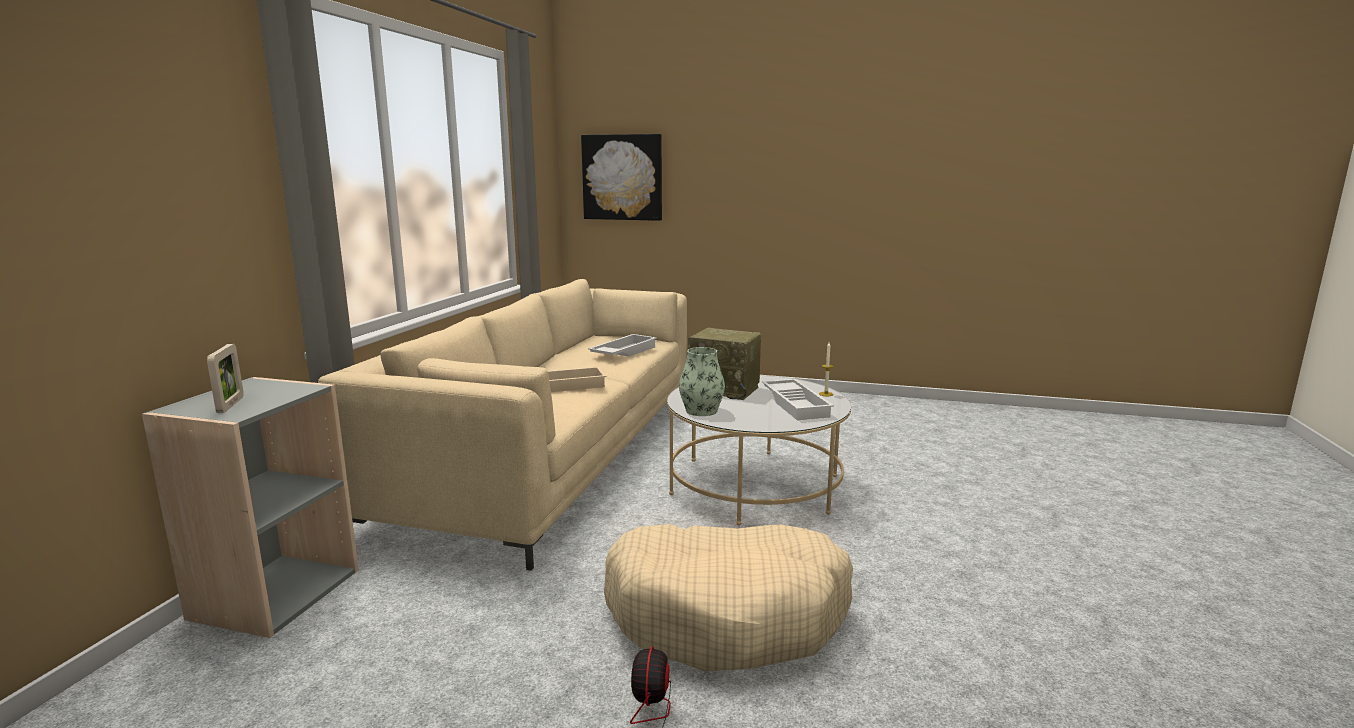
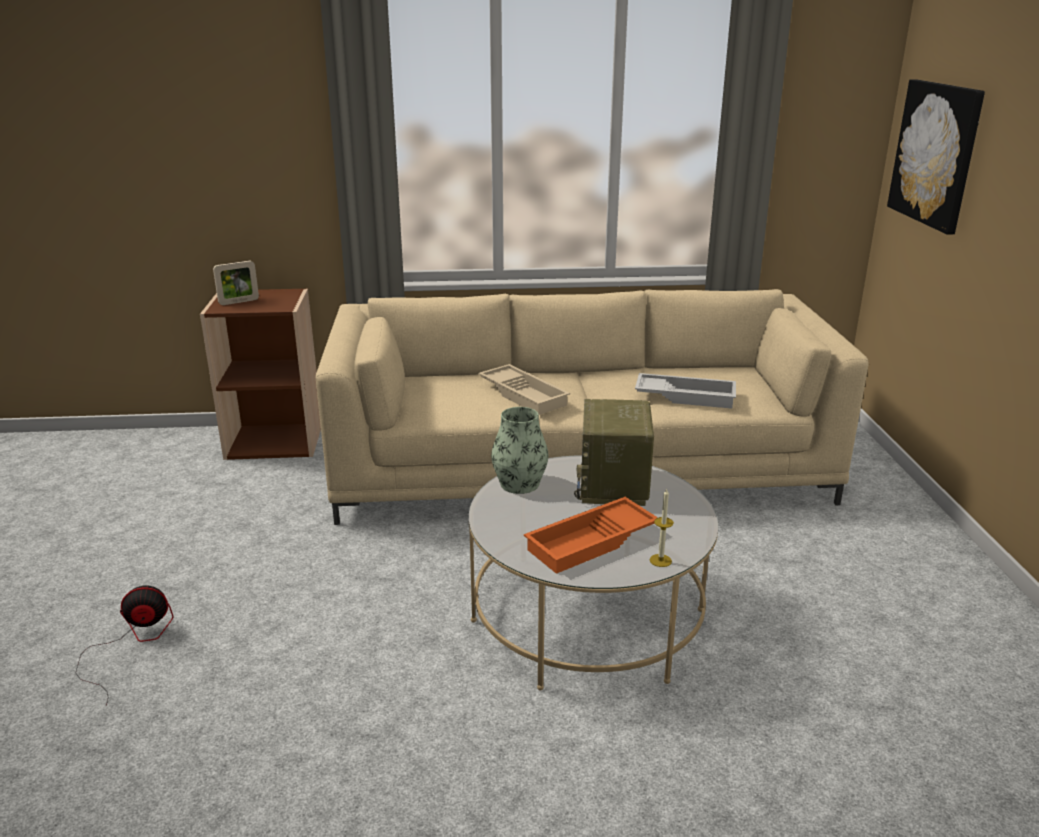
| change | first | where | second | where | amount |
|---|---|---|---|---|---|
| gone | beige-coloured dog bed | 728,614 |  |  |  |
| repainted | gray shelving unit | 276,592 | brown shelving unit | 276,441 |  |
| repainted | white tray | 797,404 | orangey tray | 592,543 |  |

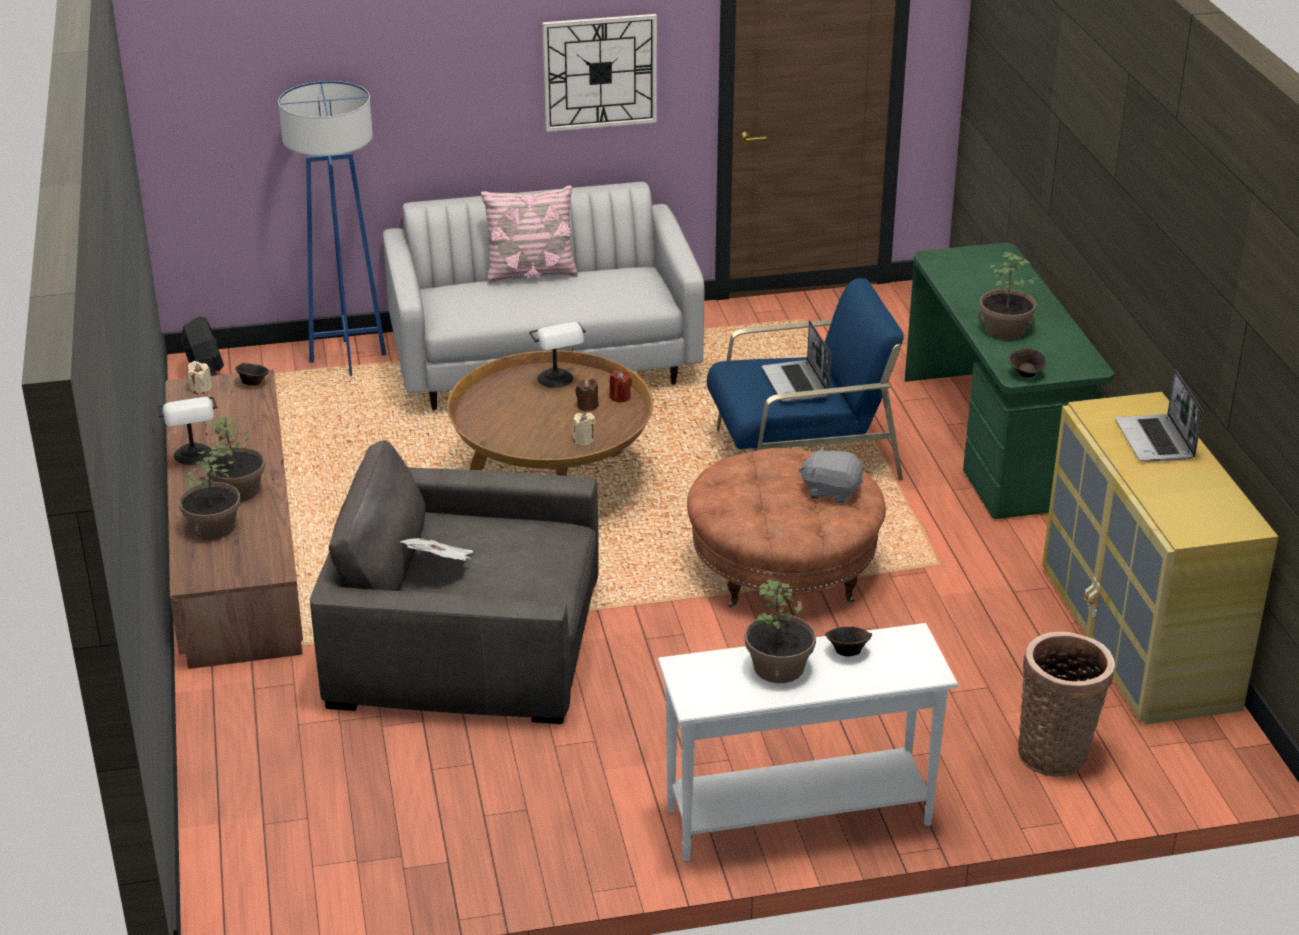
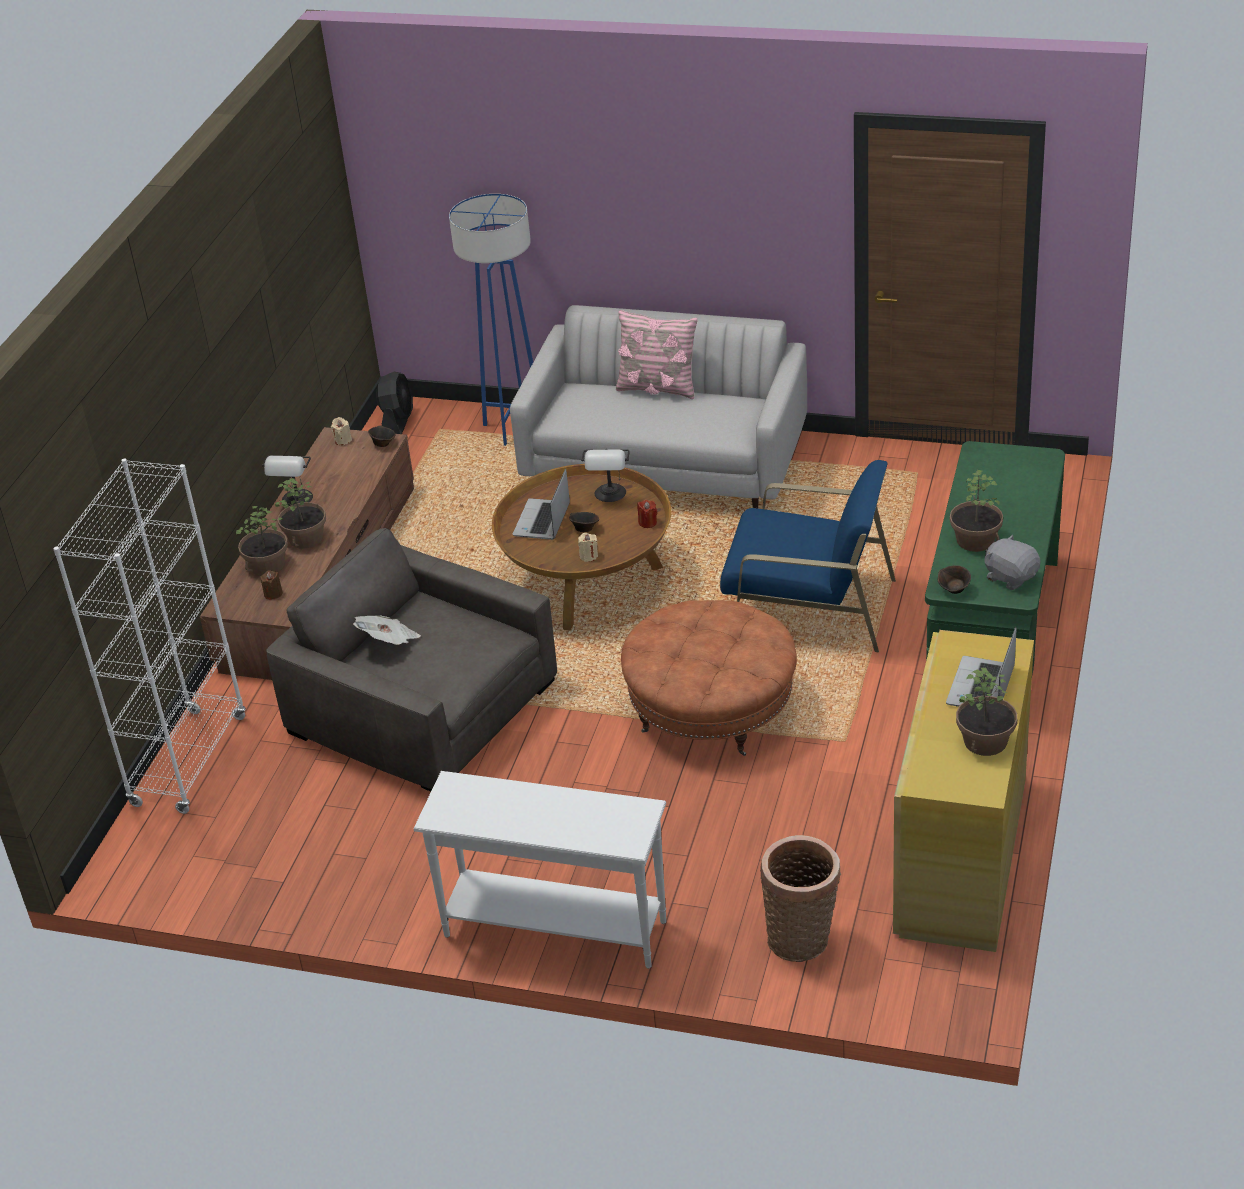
| change | first | where | second | where | amount |
|---|---|---|---|---|---|
| gone | clock on the wall | 600,72 |  |  |  |
| new |  |  | white shelving unit | 189,761 |  |
| shifted | brown wax candle | 587,406 |  | 273,594 |  |
| shifted | houseplant | 779,667 |  | 986,741 |  |
| shifted | laptop | 796,383 |  | 542,521 |  |
| shifted | gray soft toy | 831,491 |  | 1011,577 |  |
| shifted | brown deep dish | 847,651 |  | 584,529 |  |

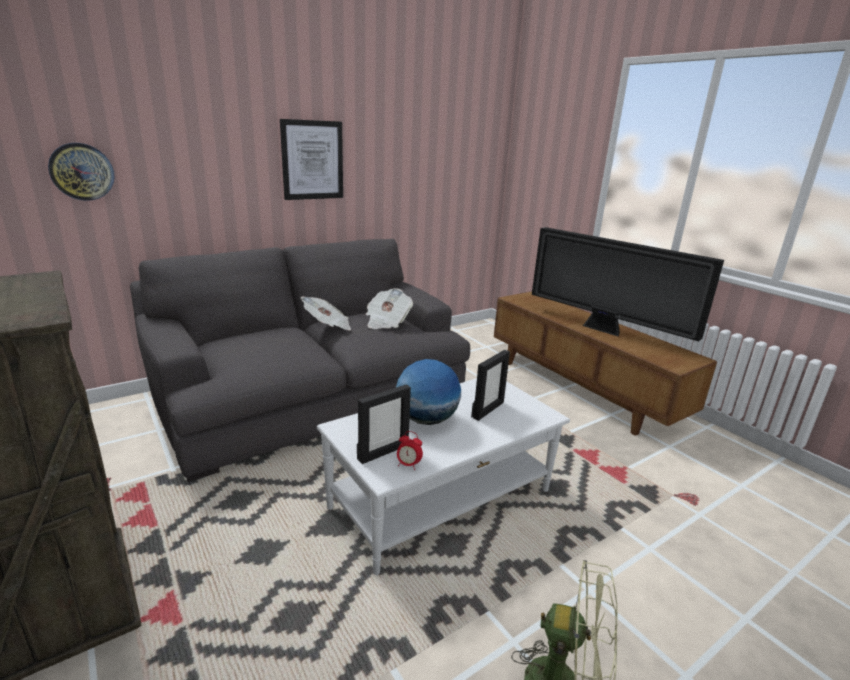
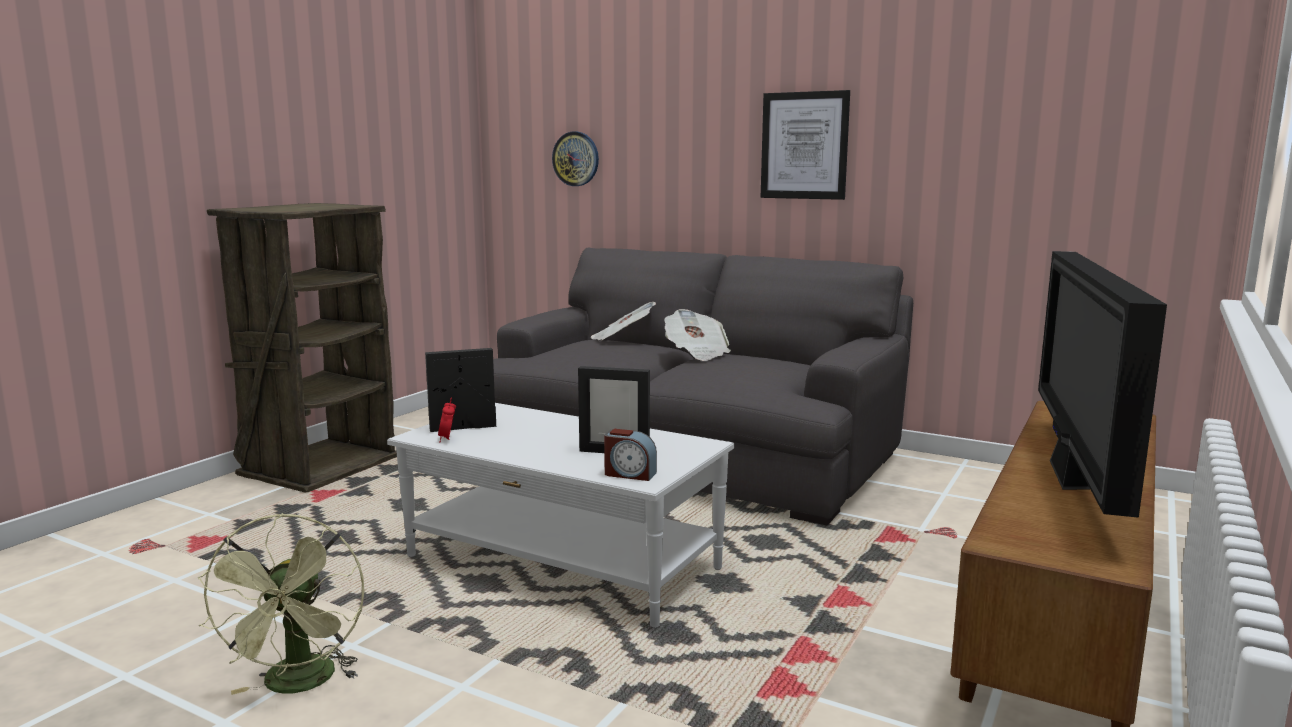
| change | first | where | second | where | amount |
|---|---|---|---|---|---|
| gone | desk globe | 426,420 |  |  |  |
| new |  |  | table clock | 629,474 |  |
| shifted | daily paper | 387,322 |  | 622,339 |  |
| rotated | standing frame | 383,452 |  | 463,428 | 135 degrees clockwise |

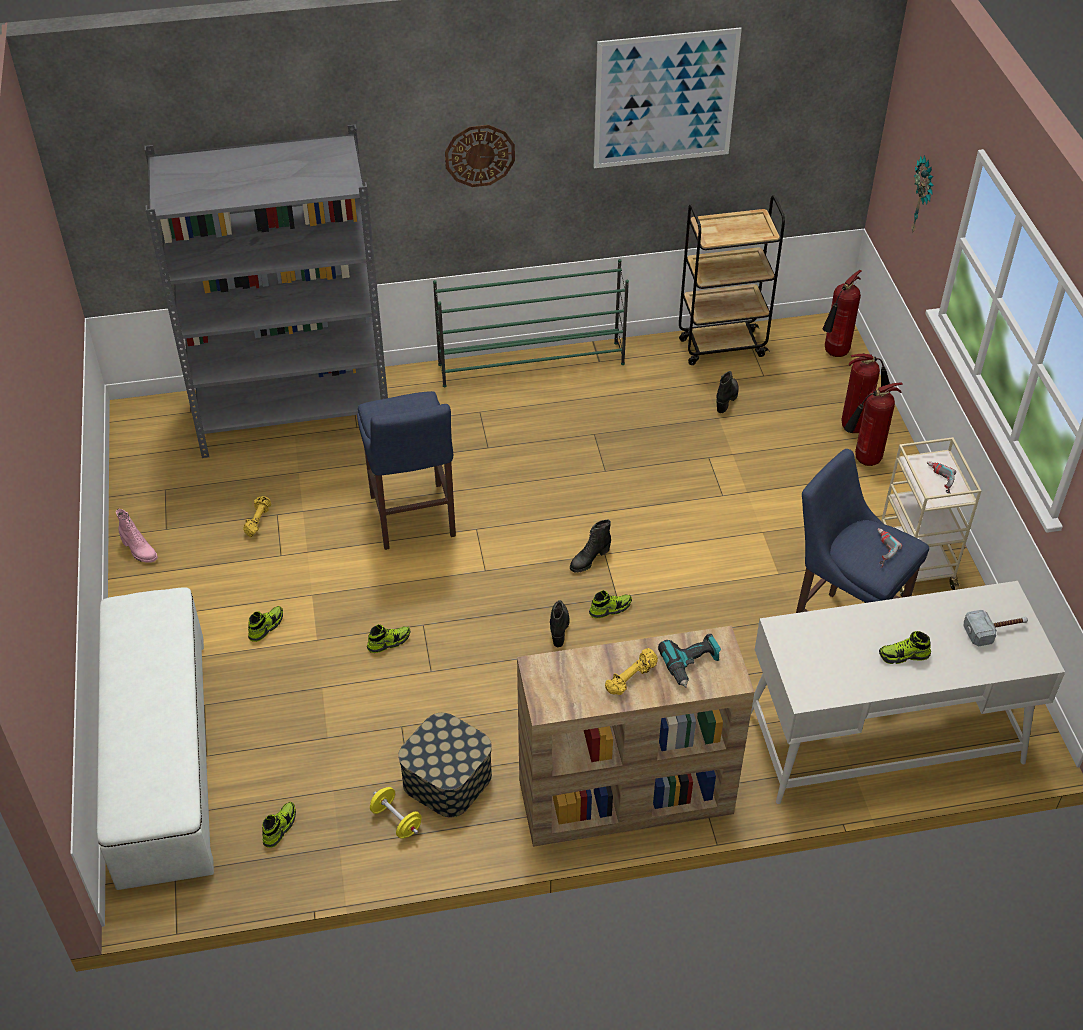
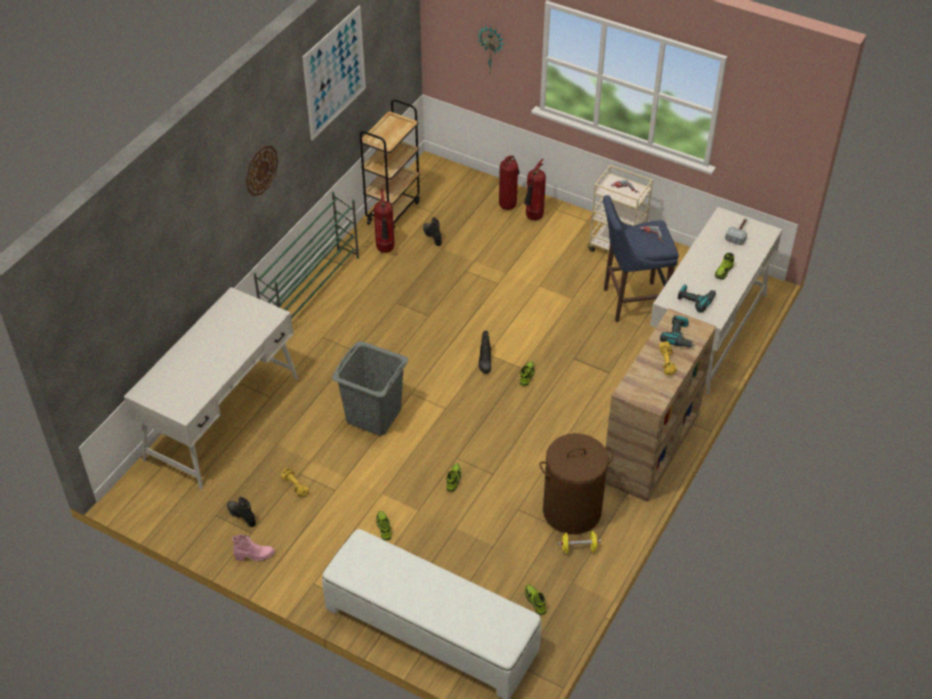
| change | first | where | second | where | amount |
|---|---|---|---|---|---|
| new |  |  | power drill | 696,300 |  |
| shifted | black-coloured boot | 559,627 |  | 242,515 |  |
| shifted | fire-fighting cylinder | 834,354 |  | 386,250 |  |
| swapped | gray shelving unit | 294,412 | white desk | 223,418 |  |
| swapped | blue-coloured stool seat | 413,519 | gray laundry basket | 374,416 |  |
| swapped | storage bin | 447,779 | brown laundry basket | 572,510 |  |

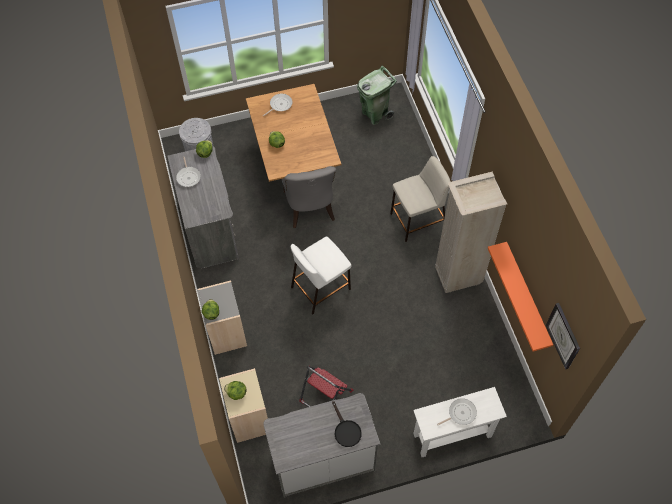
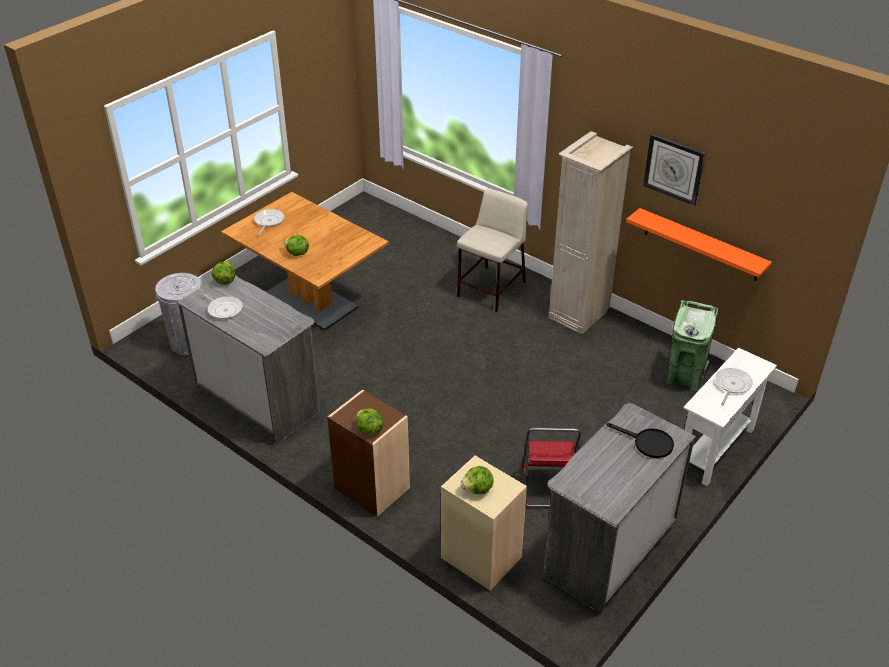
| change | first | where | second | where | amount |
|---|---|---|---|---|---|
| gone | gray plain chair | 309,206 |  |  |  |
| gone | white stool seat | 321,287 |  |  |  |
| shifted | green waste bin | 375,114 |  | 684,377 |  |
| shifted | clock on the wall | 563,336 |  | 674,169 |  |
| repainted | gray shelving unit | 226,332 | brown shelving unit | 371,488 |  |

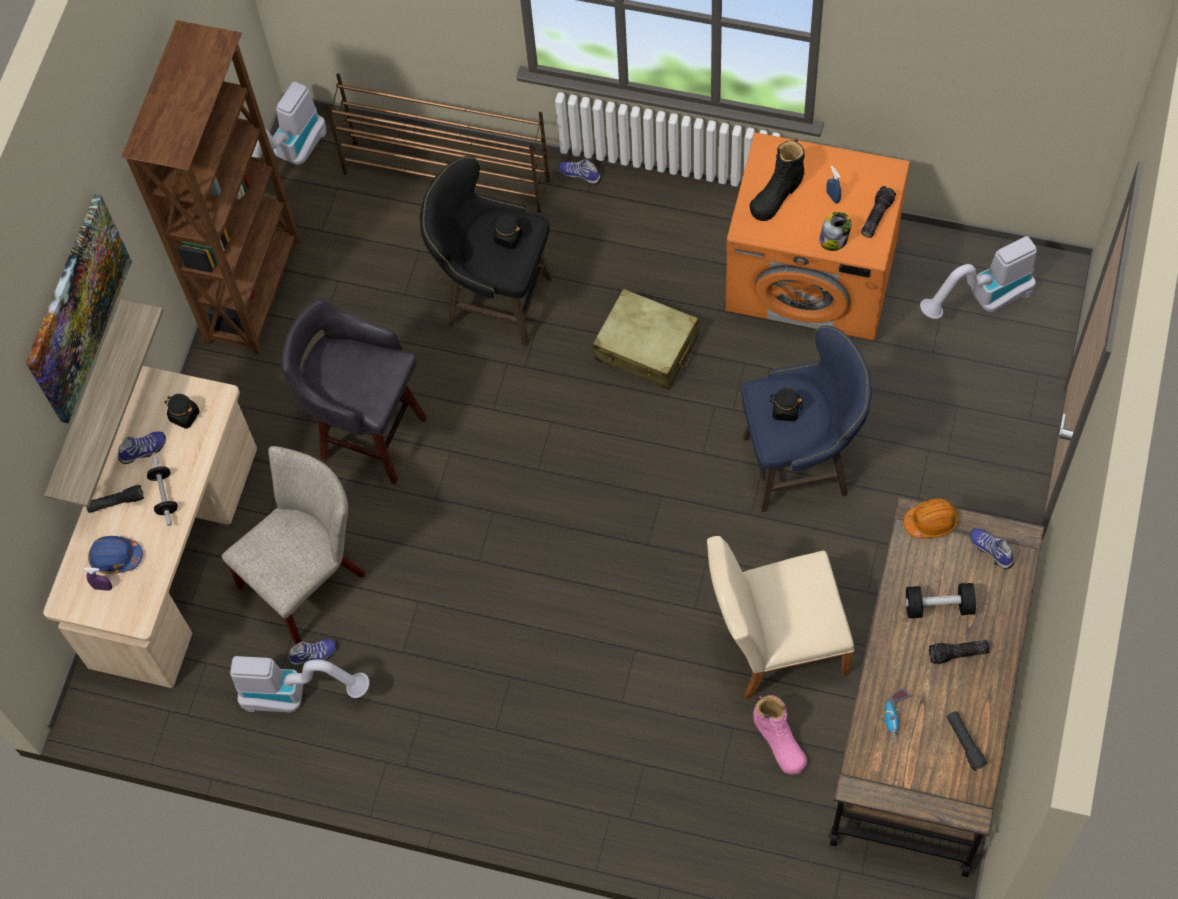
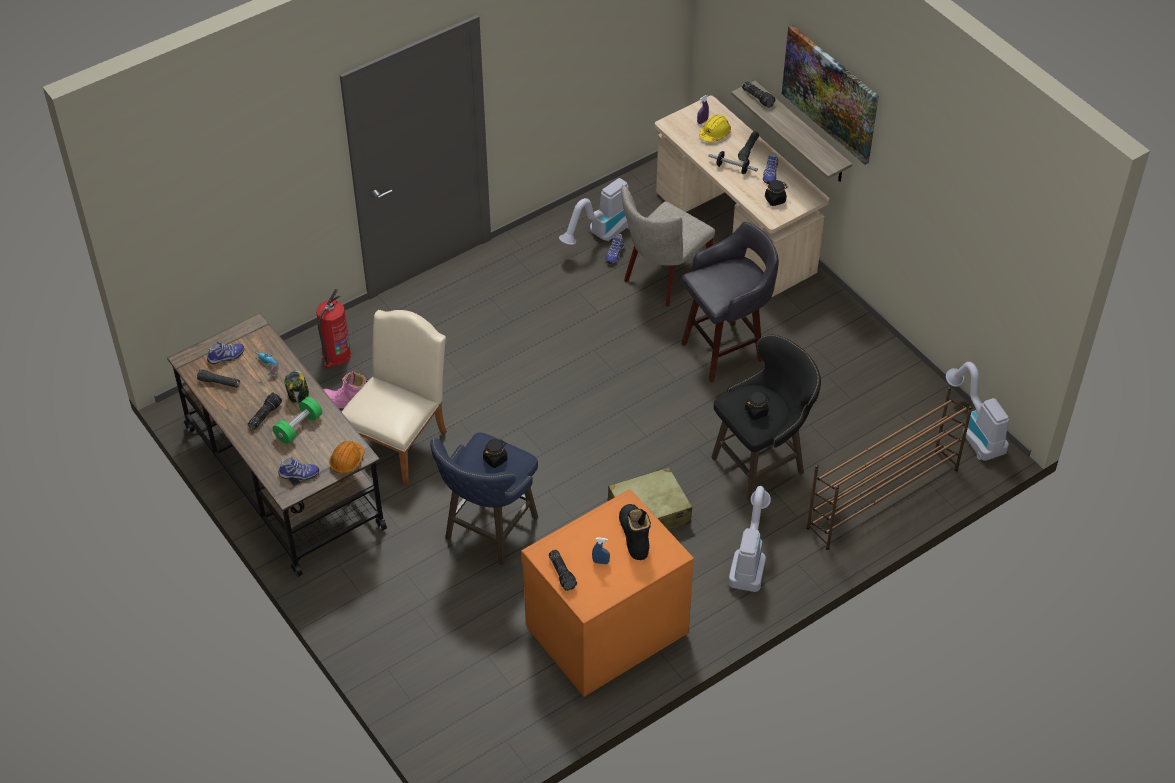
| change | first | where | second | where | amount |
|---|---|---|---|---|---|
| gone | brown shelving unit | 255,290 |  |  |  |
| new |  |  | fire-fighting cylinder | 336,356 |  |
| new |  |  | flashlight | 758,98 |  |
| shifted | shoe | 580,174 |  | 226,357 |  |
| shifted | storage jar | 834,239 |  | 298,395 |  |
| shifted | vacuum cleaner | 982,300 |  | 749,558 |  |
| repainted | blue-coloured safety helmet | 116,557 | yellowish safety helmet | 715,133 |  |
| repainted | black-coloured dumbbell | 939,606 | green dumbbell | 298,427 |  |
| rotated | beige-coloured plain chair | 309,576 |  | 663,277 | 45 degrees clockwise |

